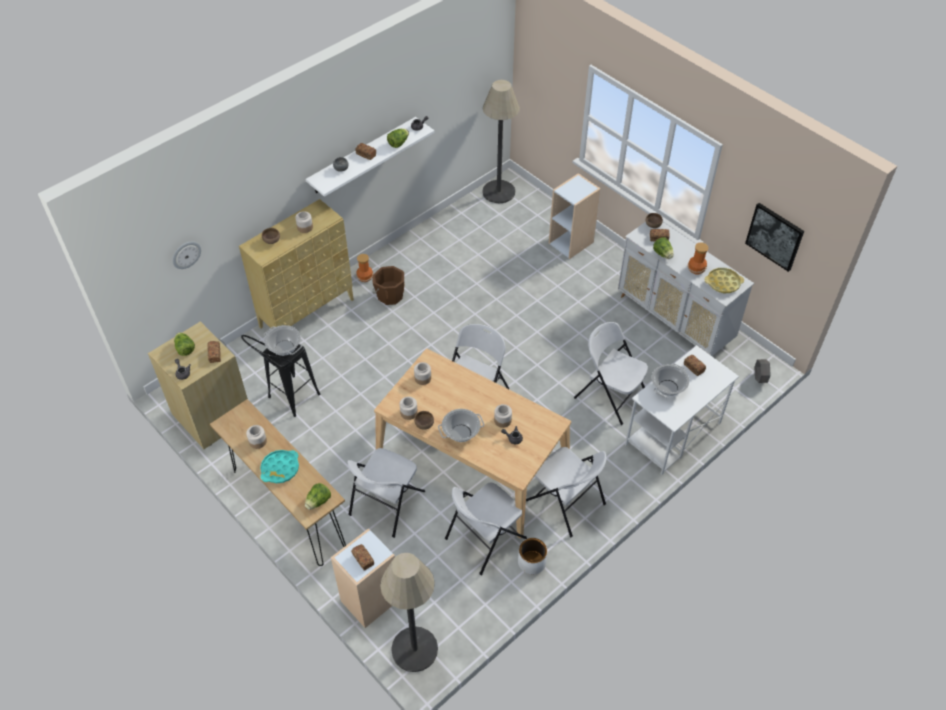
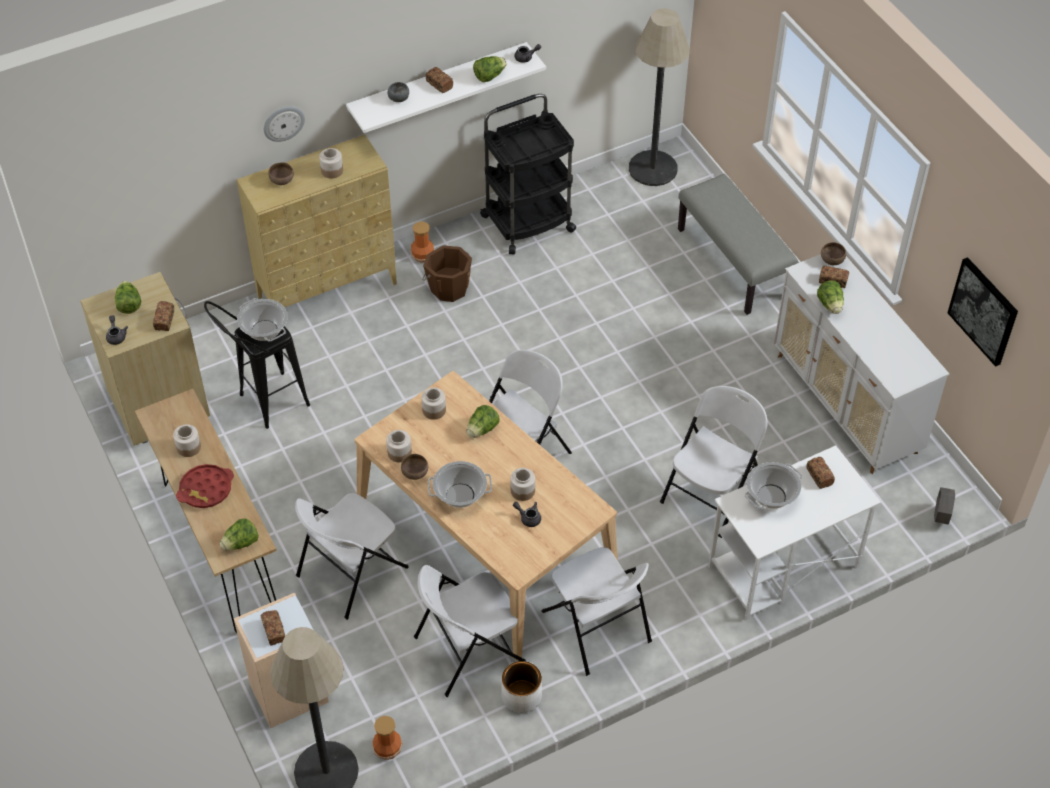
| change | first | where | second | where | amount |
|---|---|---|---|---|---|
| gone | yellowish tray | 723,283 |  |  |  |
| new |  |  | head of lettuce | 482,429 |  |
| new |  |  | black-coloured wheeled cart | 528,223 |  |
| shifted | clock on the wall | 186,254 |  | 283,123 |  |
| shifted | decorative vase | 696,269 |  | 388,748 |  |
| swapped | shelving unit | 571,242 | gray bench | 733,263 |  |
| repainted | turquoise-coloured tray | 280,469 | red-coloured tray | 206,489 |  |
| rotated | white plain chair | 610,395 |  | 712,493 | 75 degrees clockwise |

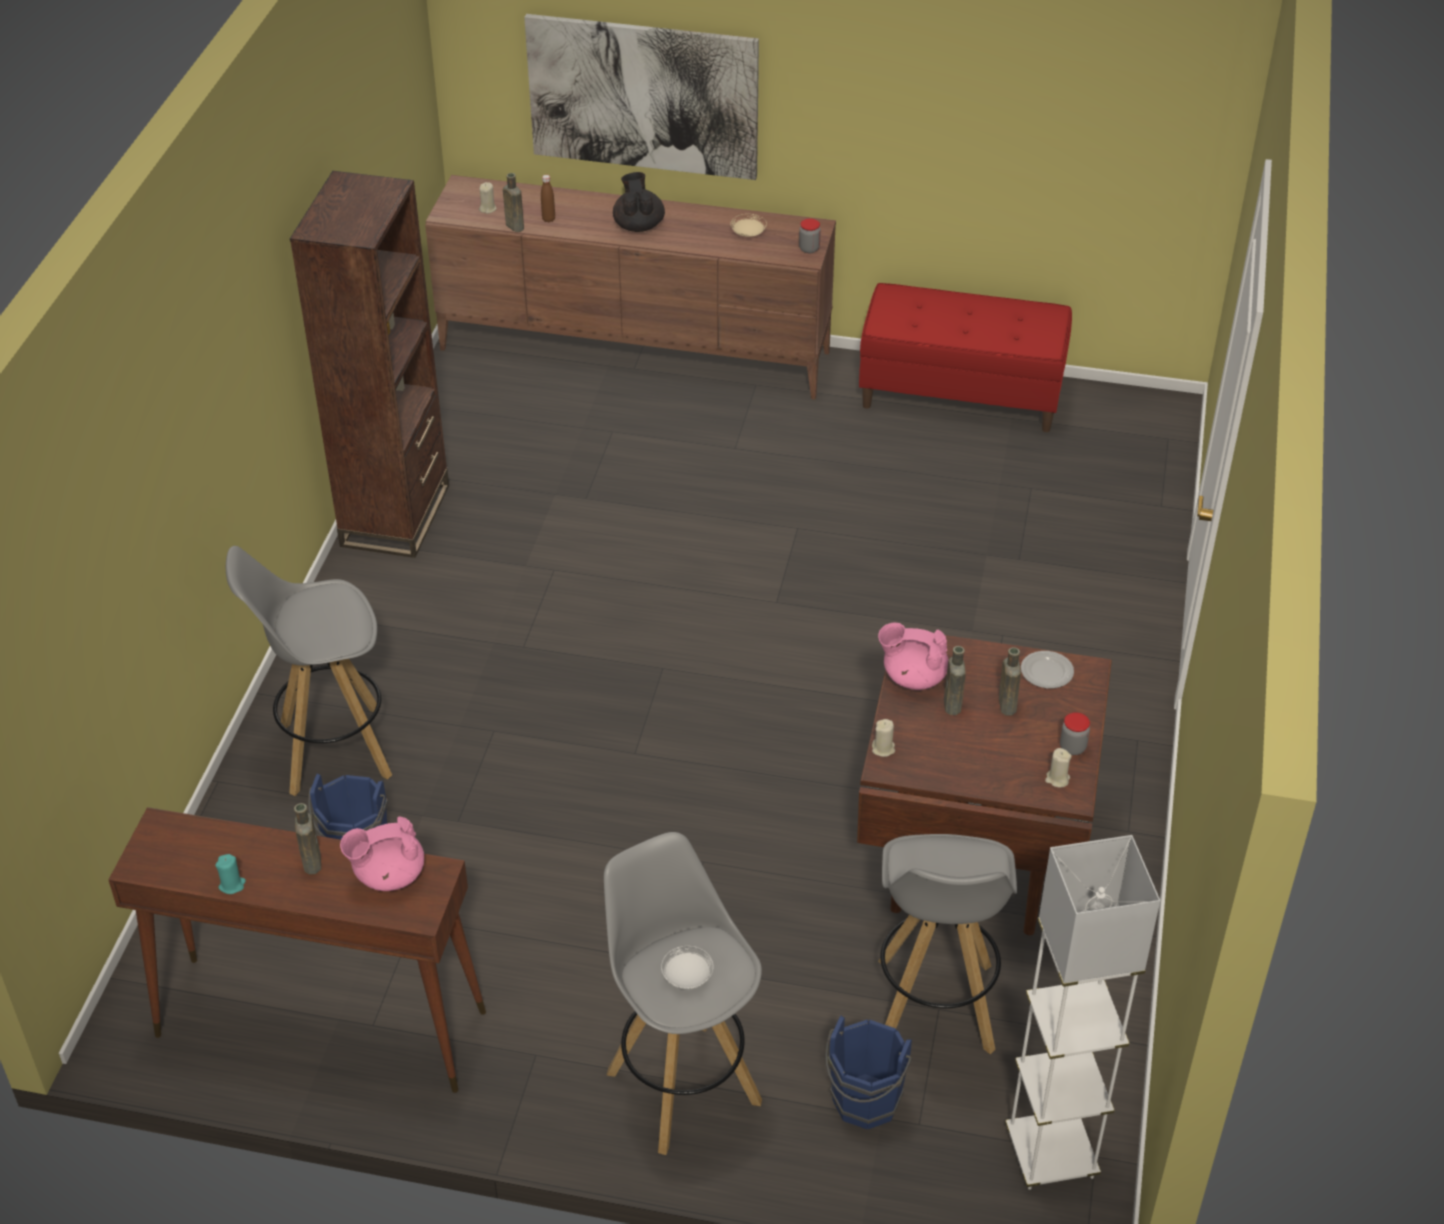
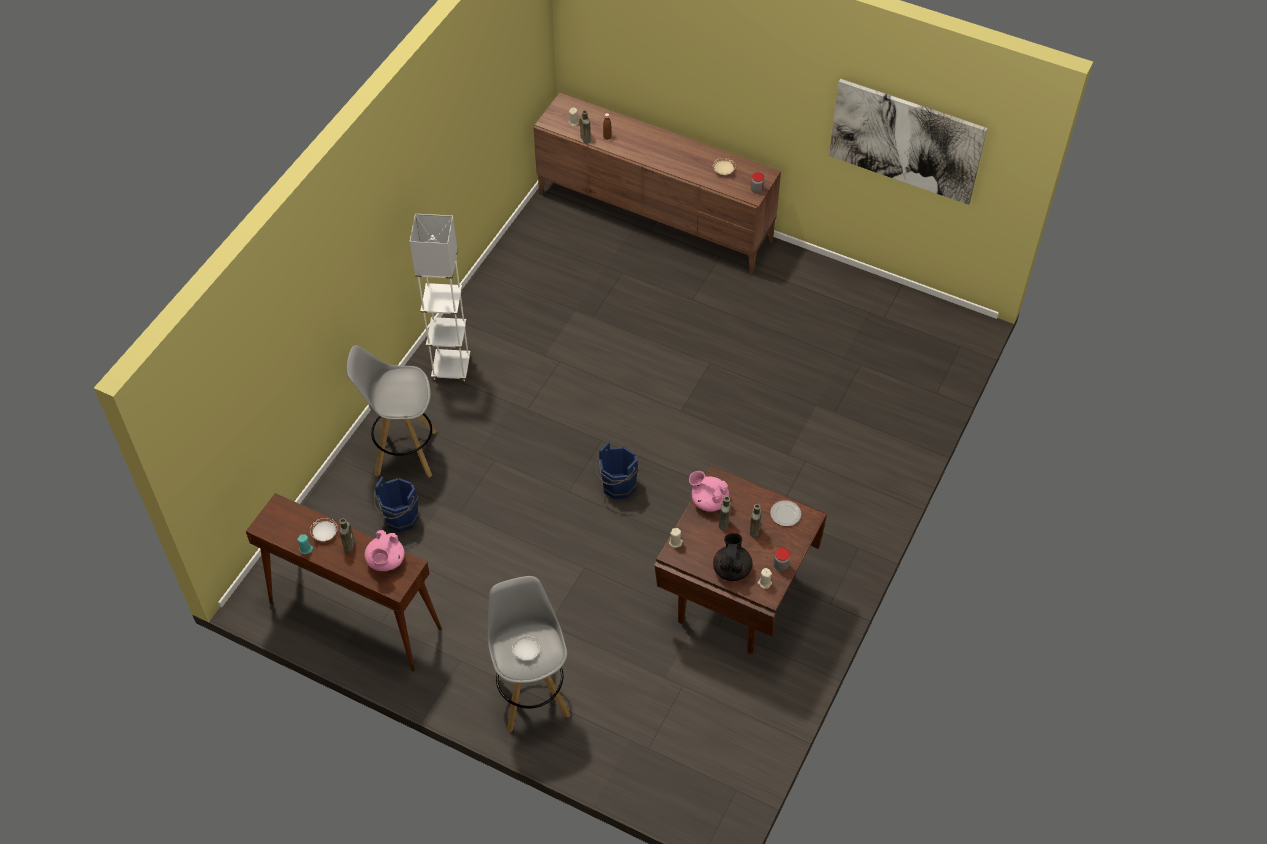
| change | first | where | second | where | amount |
|---|---|---|---|---|---|
| gone | brown shelving unit | 396,515 |  |  |  |
| gone | red-coloured bench | 961,395 |  |  |  |
| gone | gray stool seat | 934,1008 |  |  |  |
| new |  |  | white flat dish | 325,534 |  |
| shifted | wall picture | 643,96 |  | 906,140 |  |
| shifted | black-coloured tea pot | 638,225 |  | 732,569 |  |
| shifted | blue-coloured pail | 863,1105 |  | 616,487 |  |
| shifted | white standing lamp | 1051,1154 |  | 451,368 |  |
| rotated | pinkish tea pot | 388,875 |  | 386,561 | 75 degrees counterclockwise |

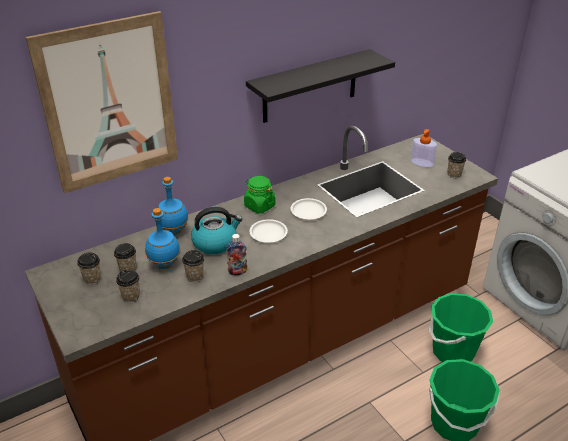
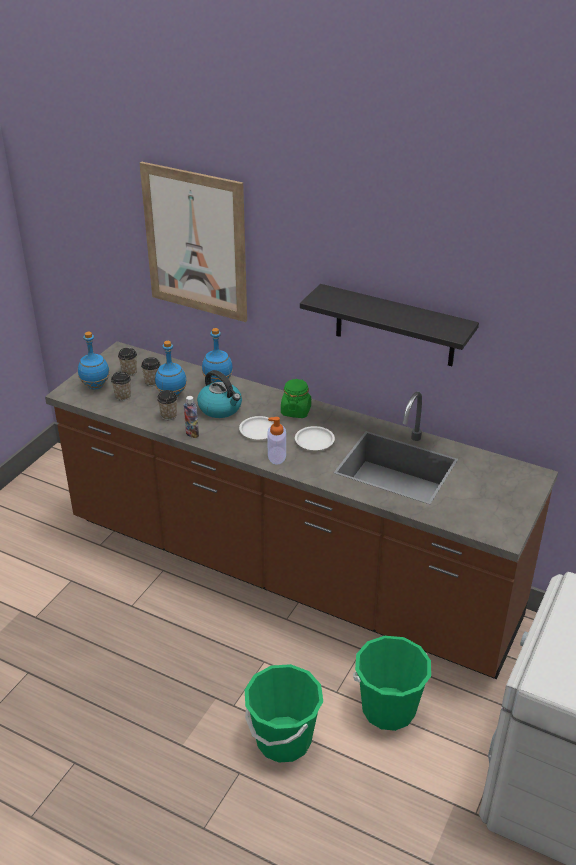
| change | first | where | second | where | amount |
|---|---|---|---|---|---|
| gone | cup | 454,174 |  |  |  |
| new |  |  | blue-coloured beverage bottle | 95,386 |  |
| shifted | liquid soap bottle | 422,162 |  | 277,455 |  |

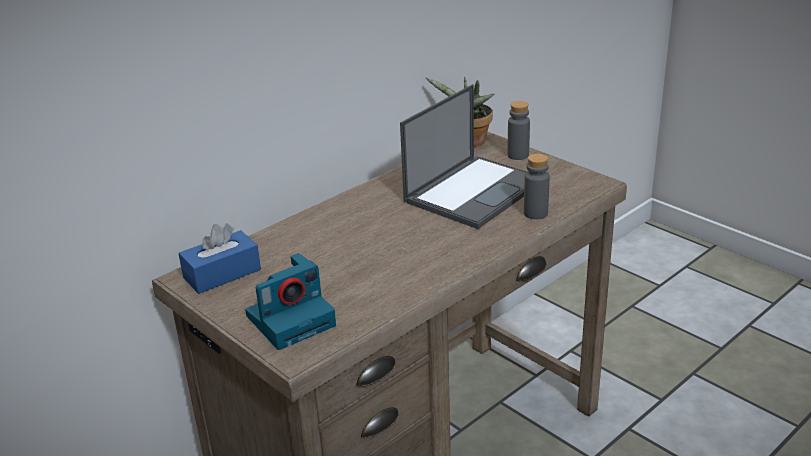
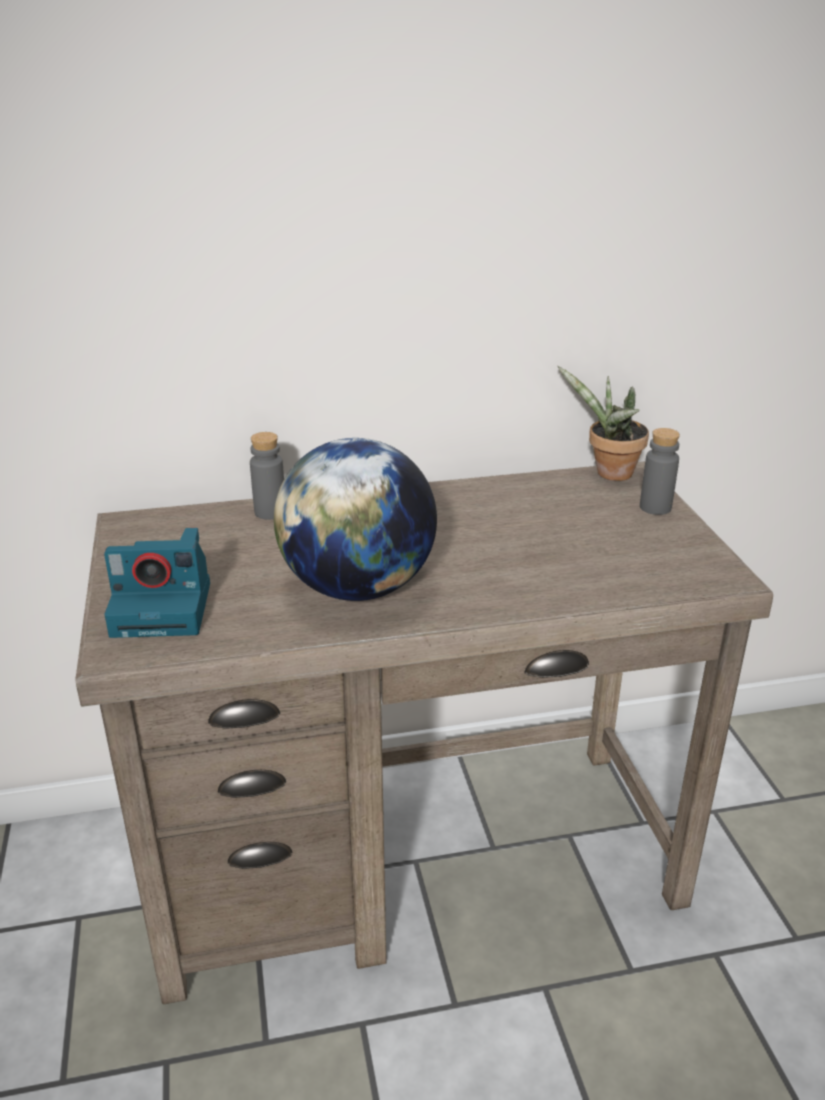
| change | first | where | second | where | amount |
|---|---|---|---|---|---|
| gone | blue-coloured tissue holder | 222,274 |  |  |  |
| gone | laptop | 475,191 |  |  |  |
| new |  |  | desk globe | 358,587 |  |
| shifted | gray beverage bottle | 535,213 |  | 270,512 |  |

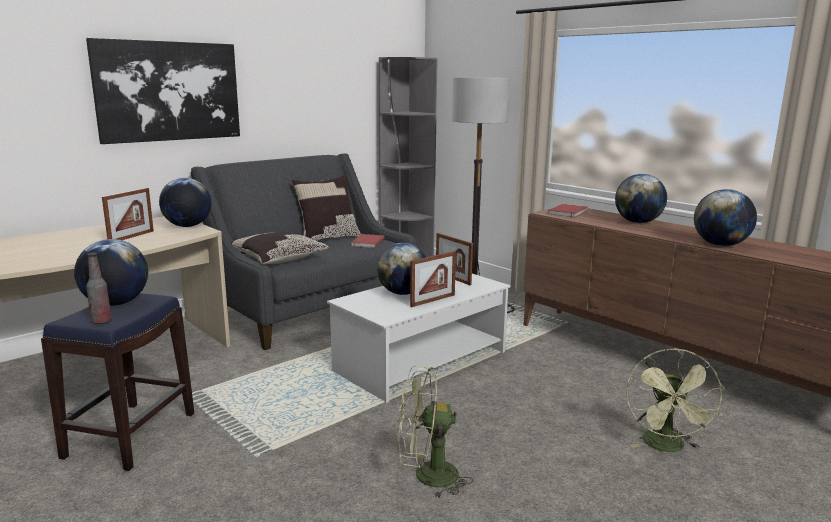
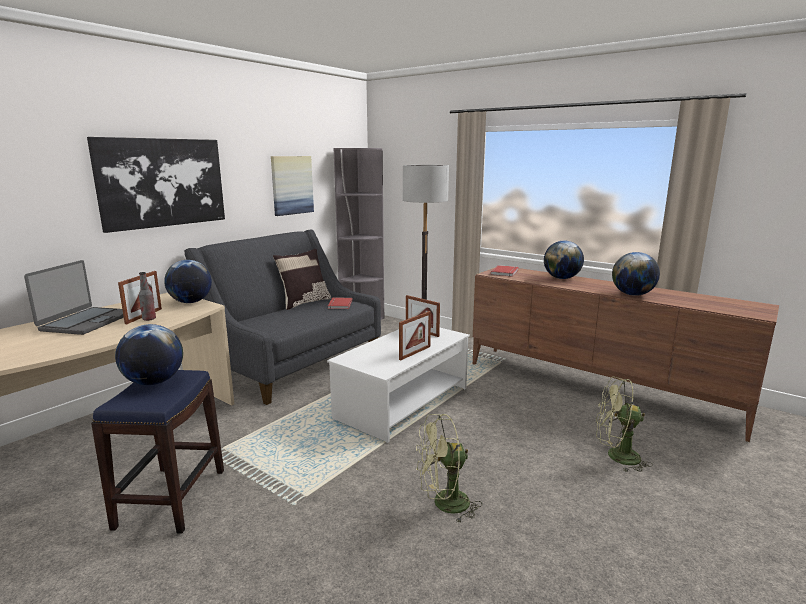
| change | first | where | second | where | amount |
|---|---|---|---|---|---|
| gone | pillow | 278,259 |  |  |  |
| gone | desk globe | 403,293 |  |  |  |
| new |  |  | laptop | 86,322 |  |
| new |  |  | wall picture | 292,185 |  |
| shifted | beverage bottle | 101,321 |  | 149,319 |  |
| rotated | green cooling fan | 667,447 |  | 616,456 | 105 degrees clockwise |

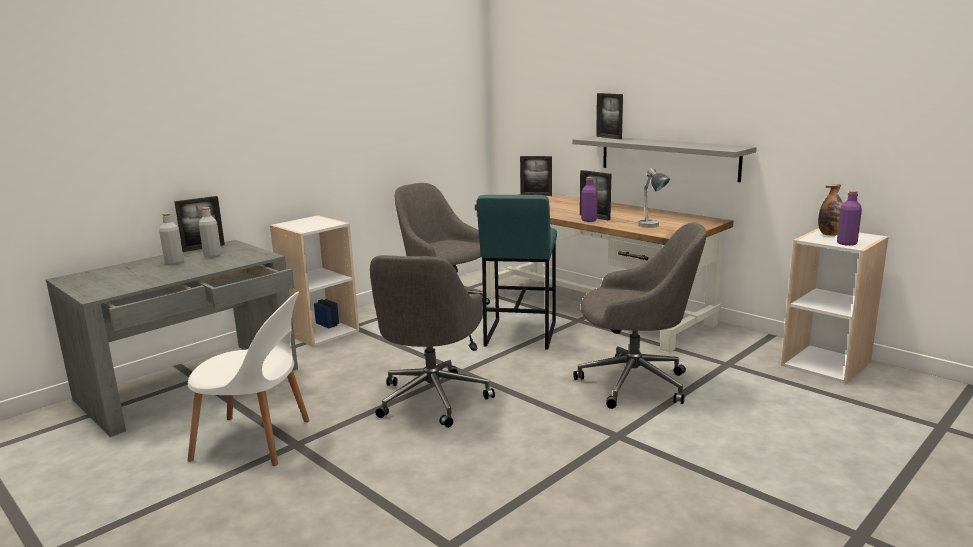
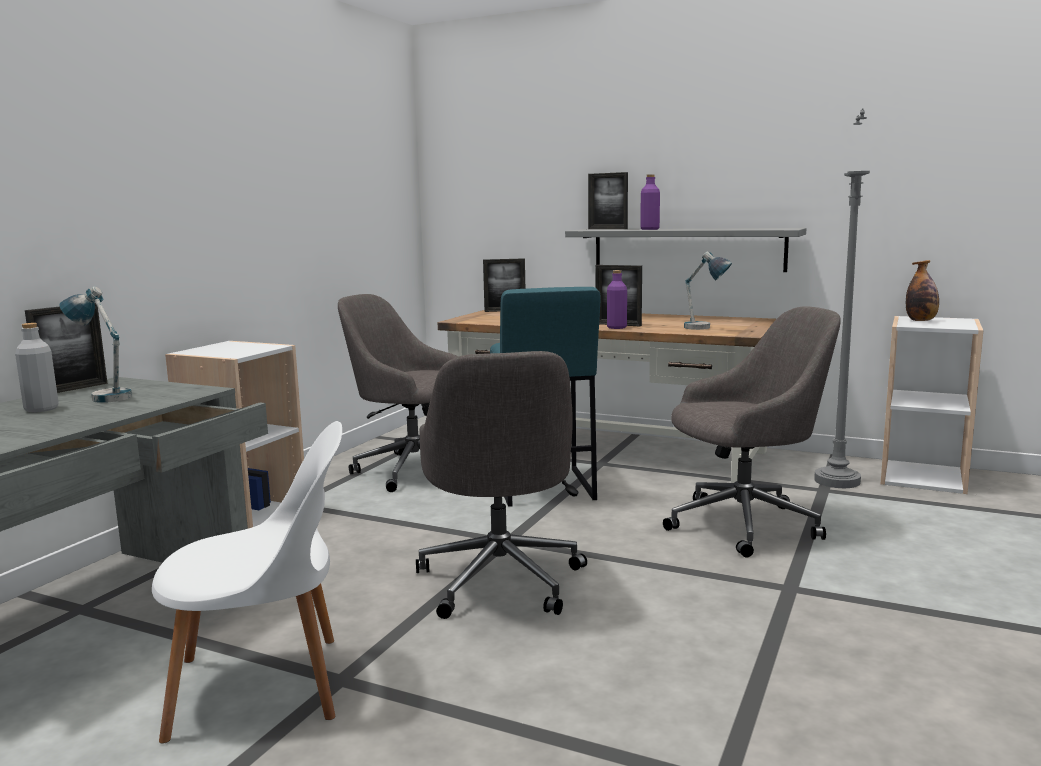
| change | first | where | second | where | amount |
|---|---|---|---|---|---|
| new |  |  | gray standing lamp | 837,481 |  |
| shifted | purple-coloured beverage bottle | 846,243 |  | 649,229 |  |
| swapped | gray beverage bottle | 212,255 | lamp for a table | 103,396 |  |

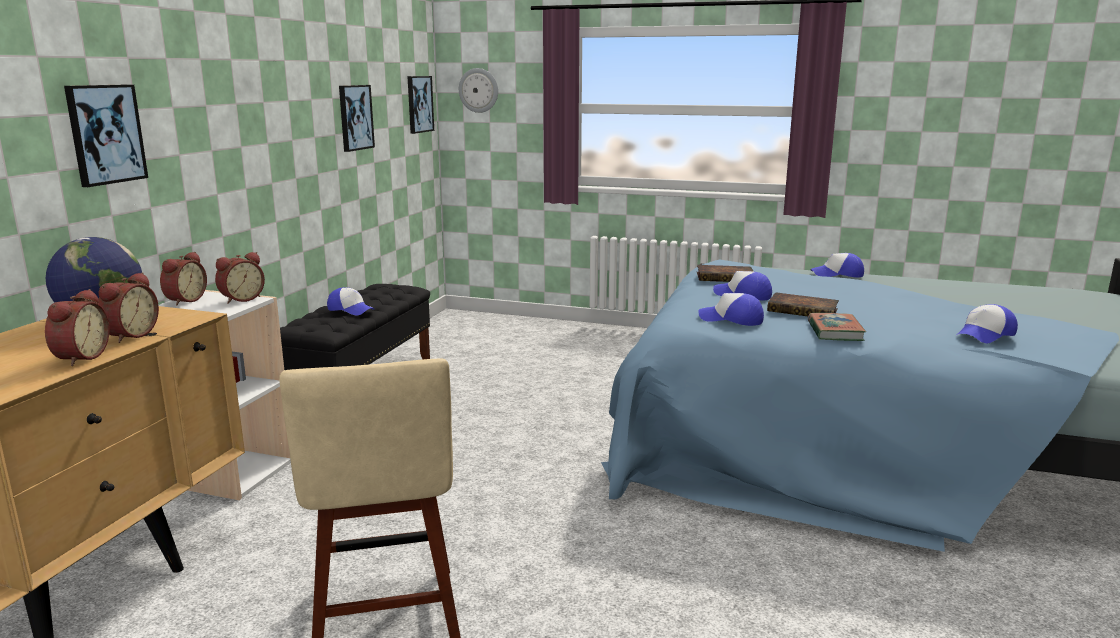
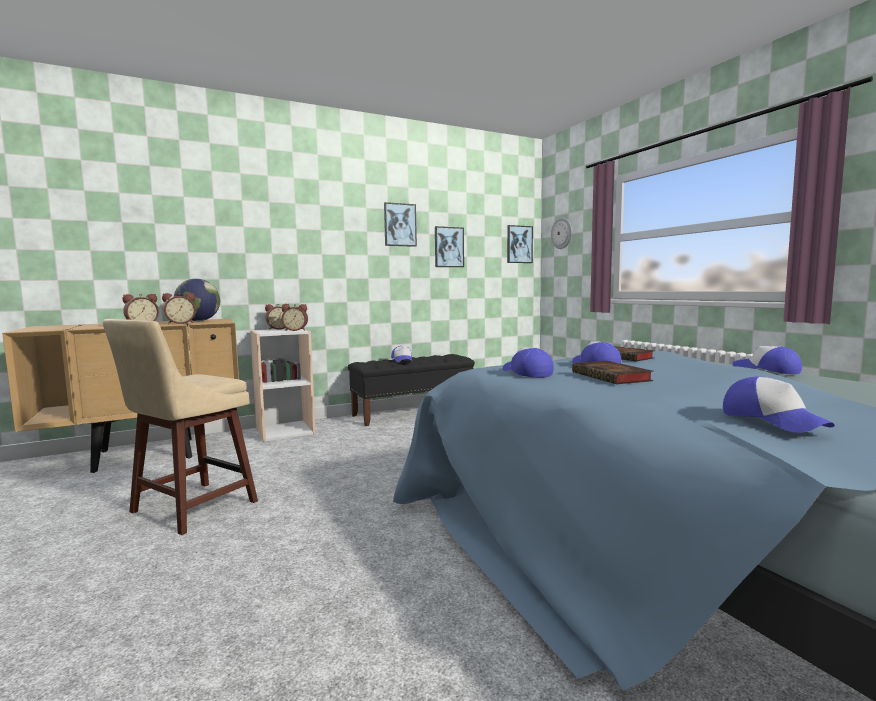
| change | first | where | second | where | amount |
|---|---|---|---|---|---|
| gone | volume | 835,331 |  |  |  |
| shifted | wall picture | 105,134 |  | 399,225 |  |
| rotated | baseball cap | 985,335 |  | 773,420 | 120 degrees counterclockwise |

